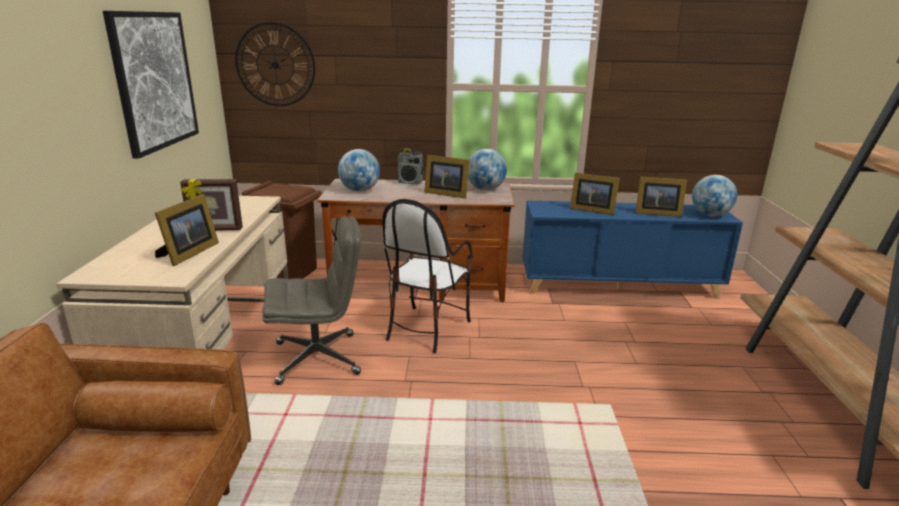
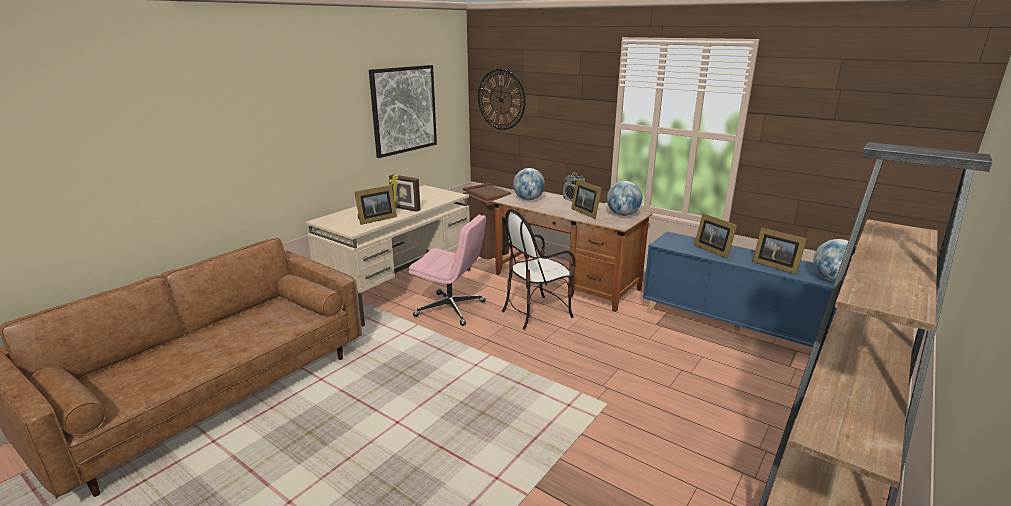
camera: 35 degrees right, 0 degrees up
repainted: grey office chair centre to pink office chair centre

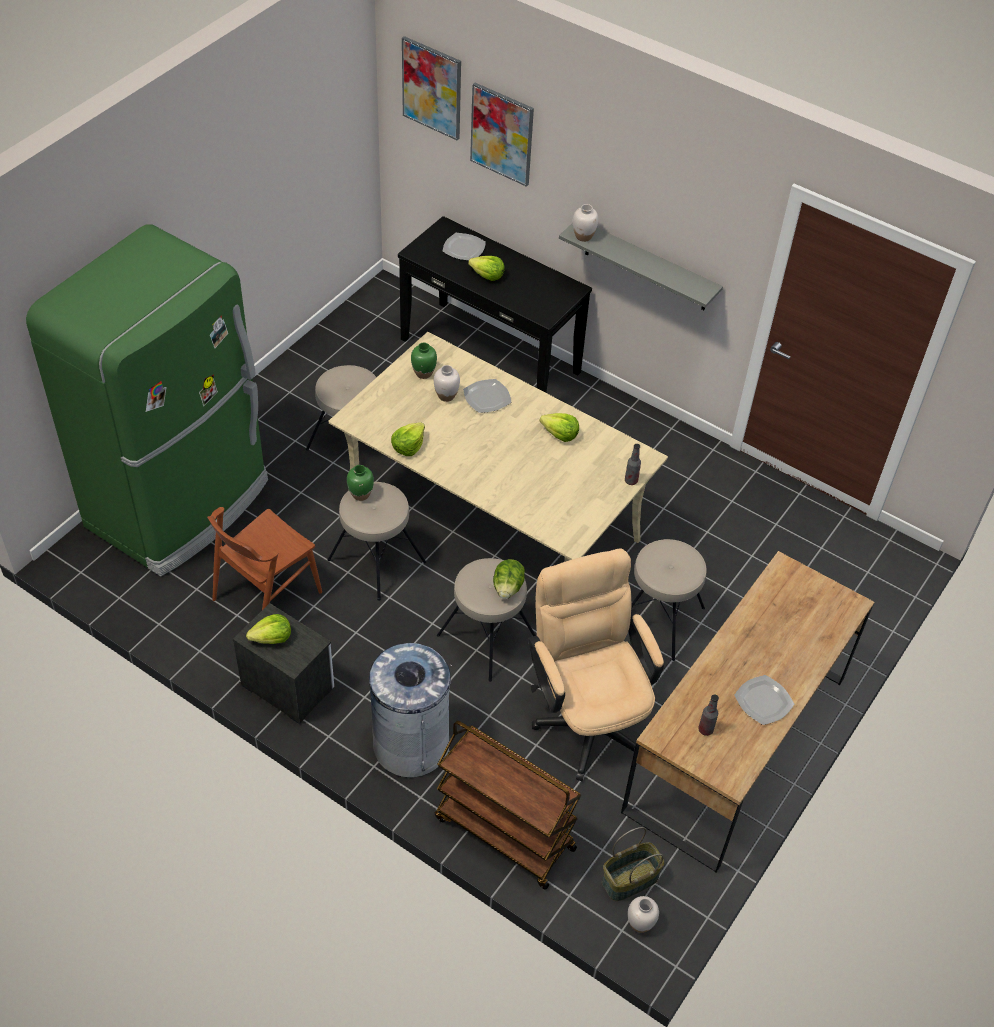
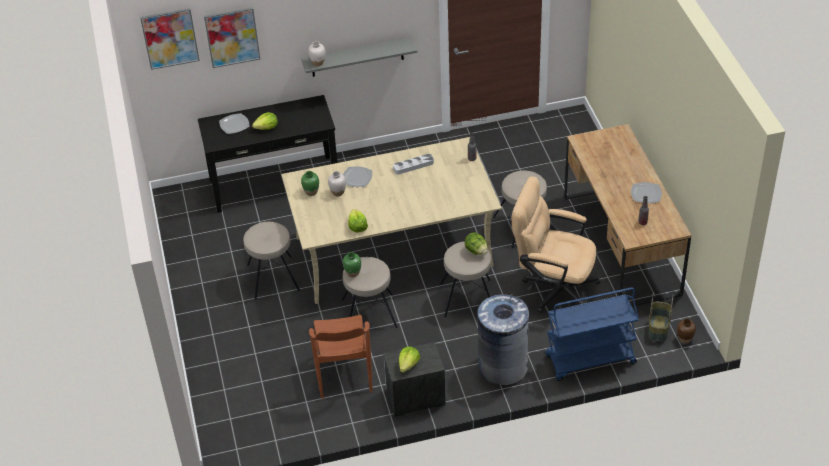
camera: 45 degrees left, 5 degrees down
gone: green fridge middle left
swapped: lettuce (no. 5 from left) centre to grey tray centre
repainted: brown cart bottom centre to blue cart bottom right; white vase (no. 3 from left) bottom centre to brown vase bottom right

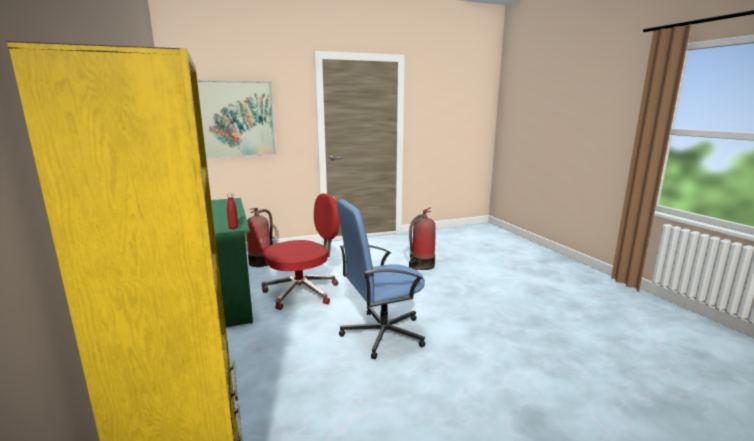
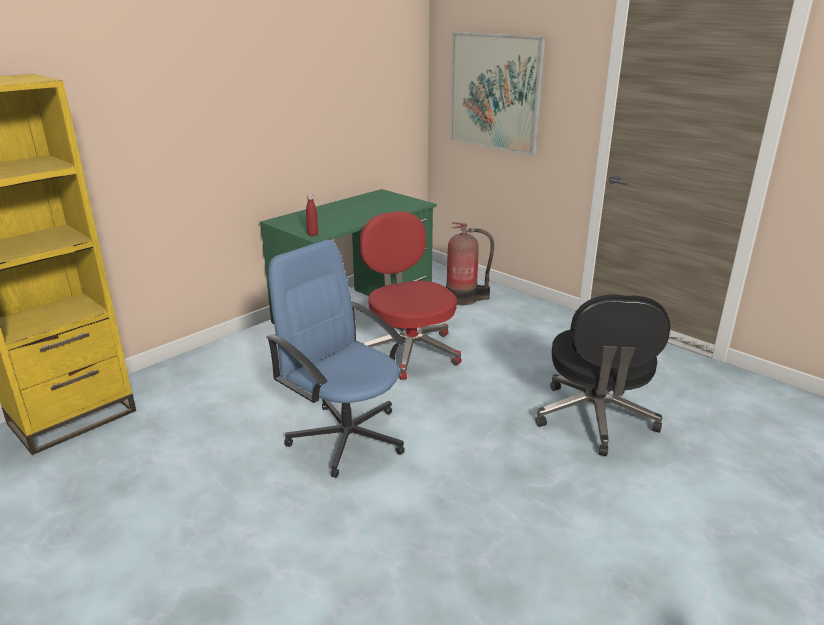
camera: 65 degrees right, 10 degrees up
swapped: fire extinguisher (no. 2 from left) centre to black office chair middle right
rotated: red office chair centre = centre 150 degrees counterclockwise

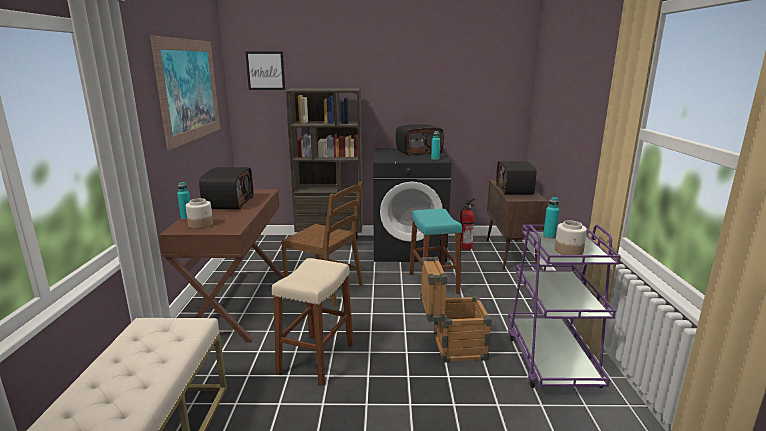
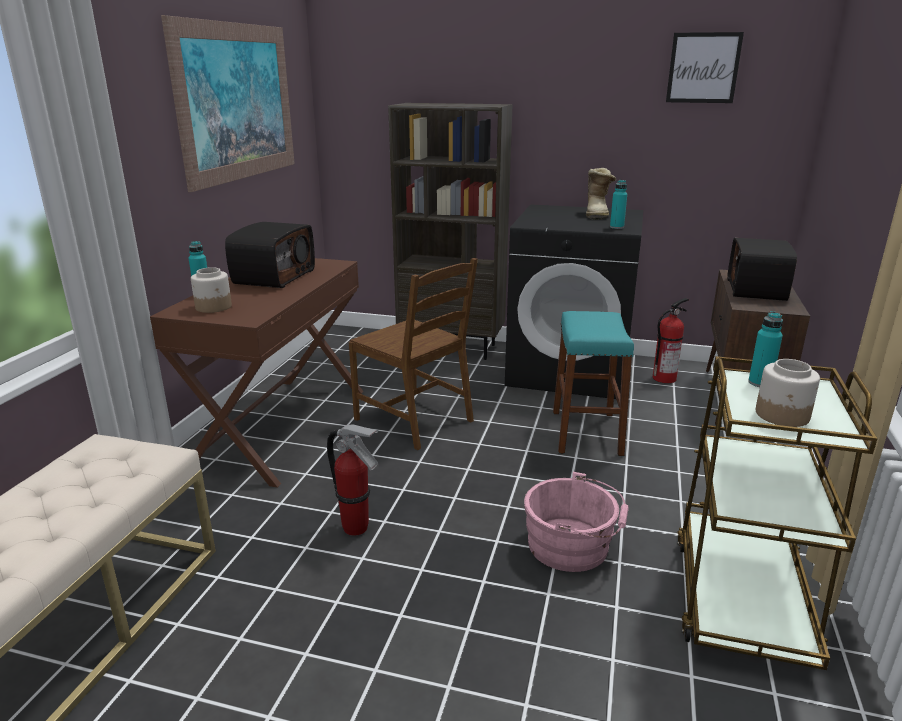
camera: 15 degrees right, 5 degrees up
shifted: picture (no. 2 from left) top centre to top right
swapped: beige stool bottom centre to fire extinguisher (no. 1 from left) centre; radio (no. 2 from left) top centre to boot top centre; crate bottom centre to pink bucket bottom centre
repainted: purple cart bottom right to brown cart bottom right

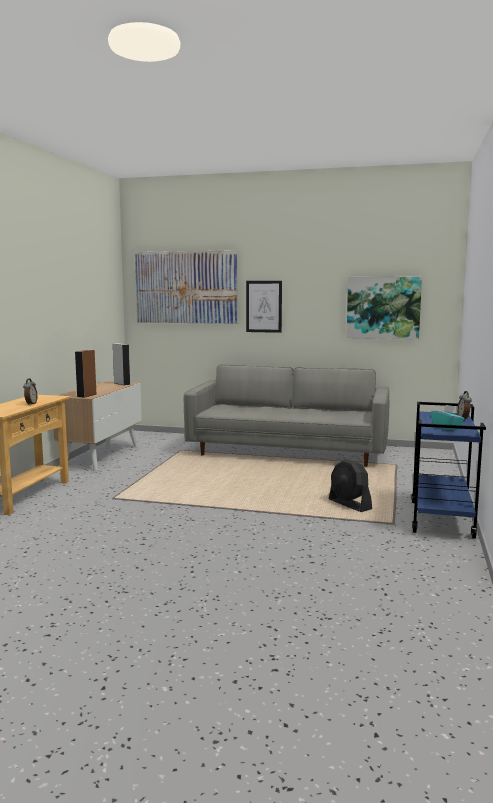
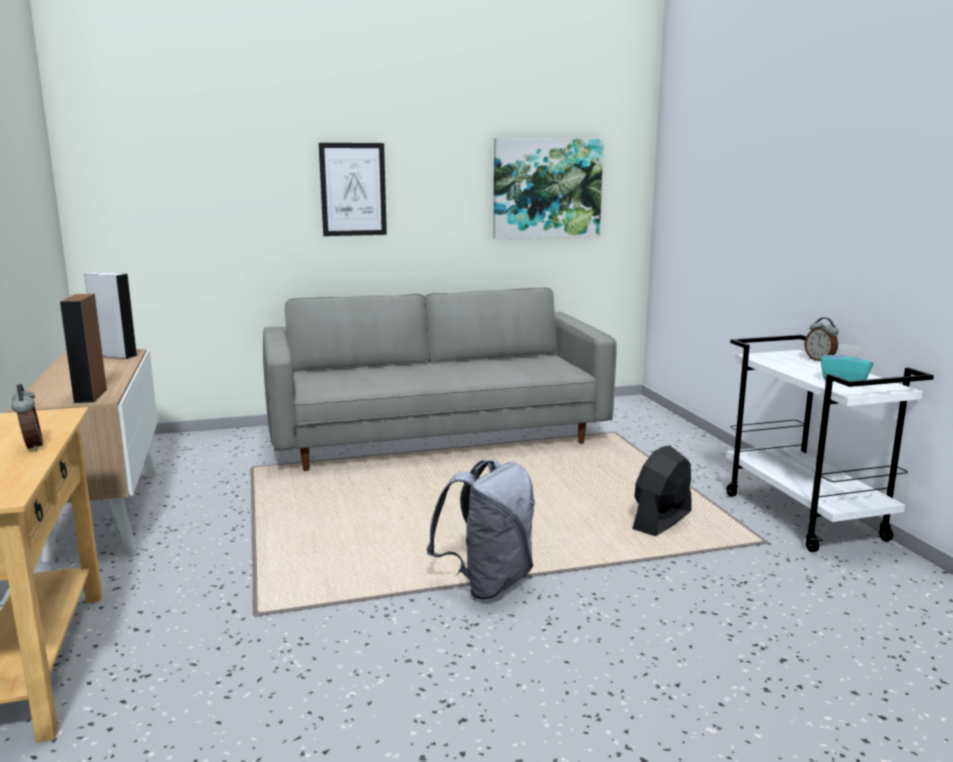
camera: 30 degrees left, 5 degrees up
gone: picture (no. 1 from left) centre
new: grey backpack bottom centre
repainted: blue cart middle right to white cart middle right
rotated: black fan middle right = middle right 105 degrees clockwise

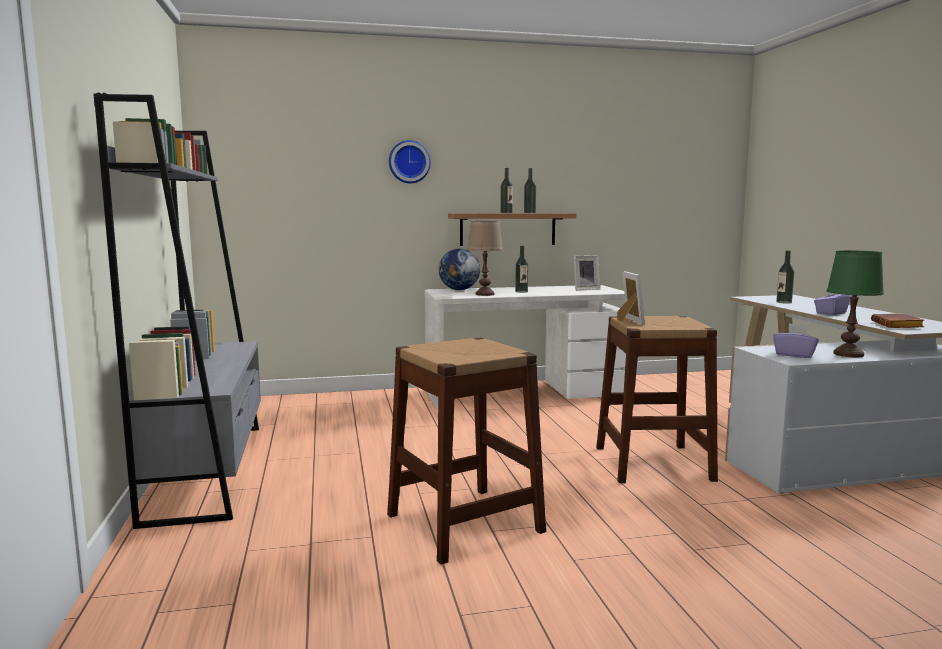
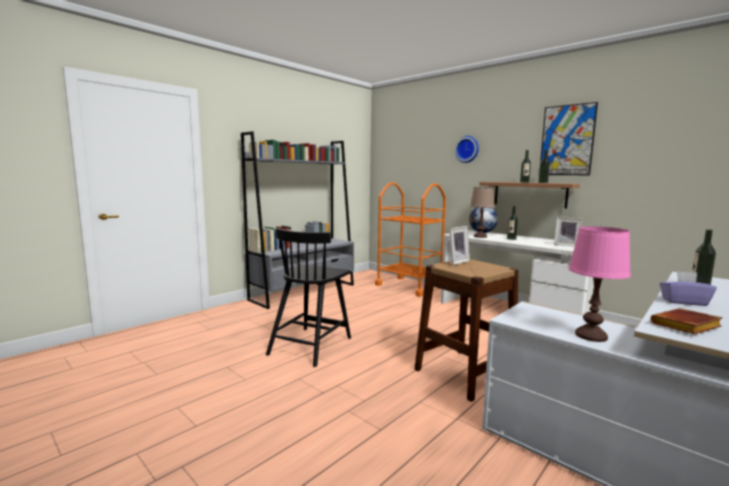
camera: 55 degrees right, 0 degrees up
gone: purple tissue box (no. 1 from left) middle right
new: orange cart centre; picture top right
swapped: brown stool (no. 1 from left) bottom centre to black chair centre
repainted: green table lamp middle right to pink table lamp middle right

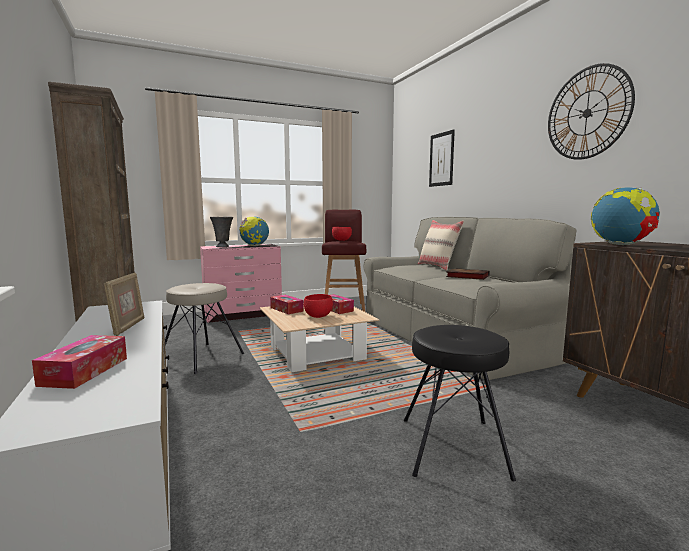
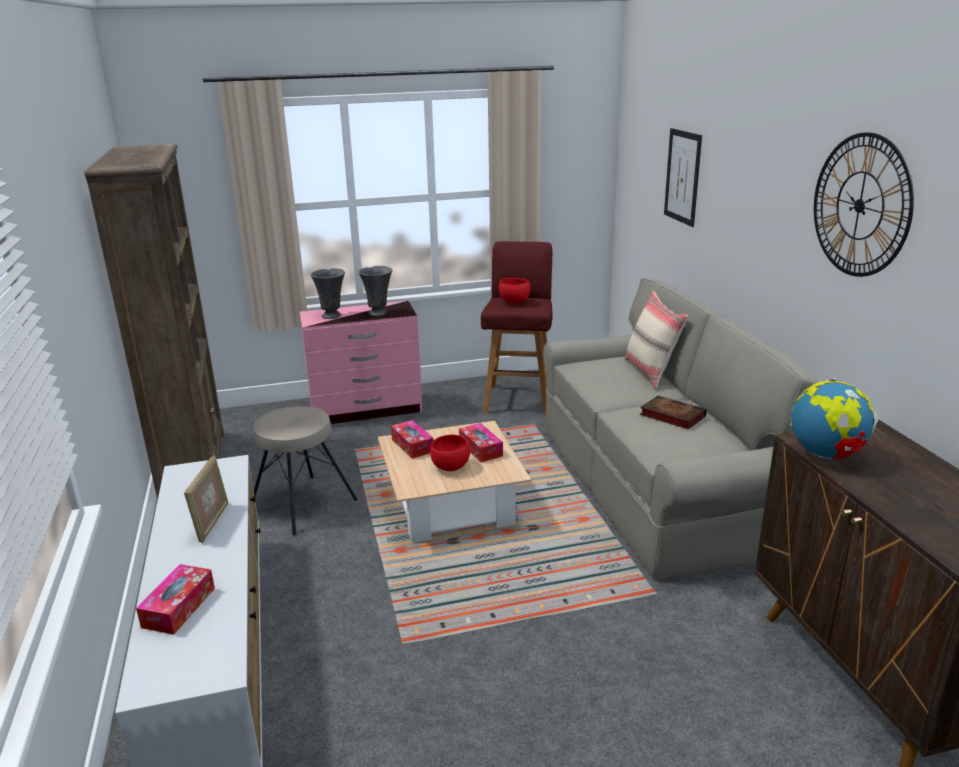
camera: 10 degrees right, 15 degrees up
gone: black stool bottom right
swapped: globe (no. 1 from left) centre to grey vase (no. 2 from left) centre

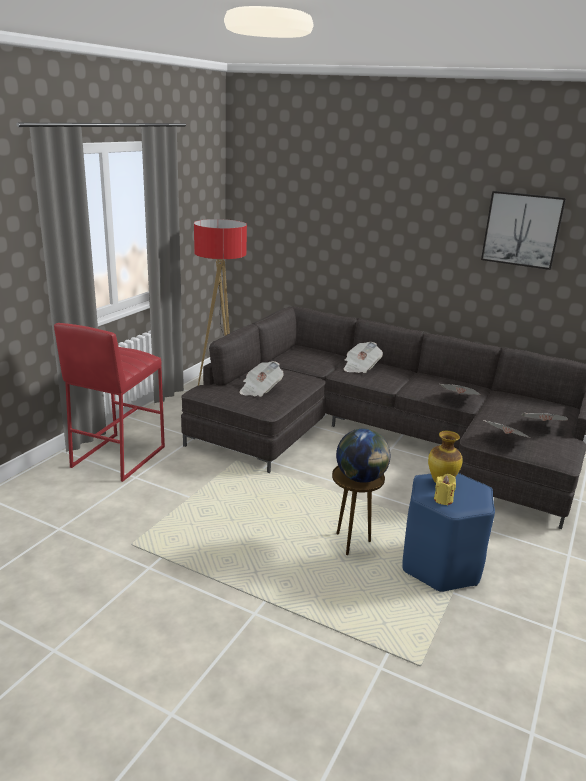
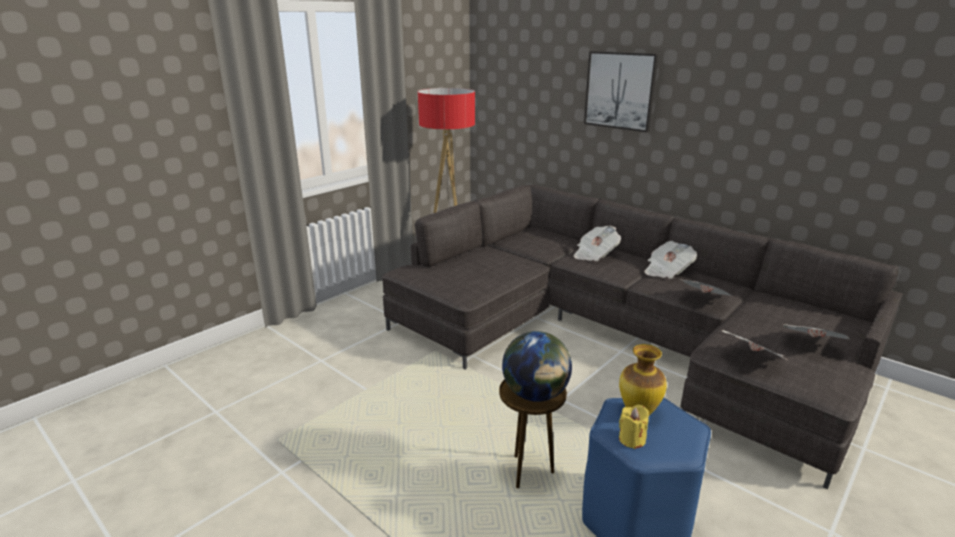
camera: 15 degrees right, 0 degrees up
gone: red stool middle left
shifted: newspaper (no. 1 from left in the first image) centre to newspaper (no. 2 from left) middle right; picture top right to top centre

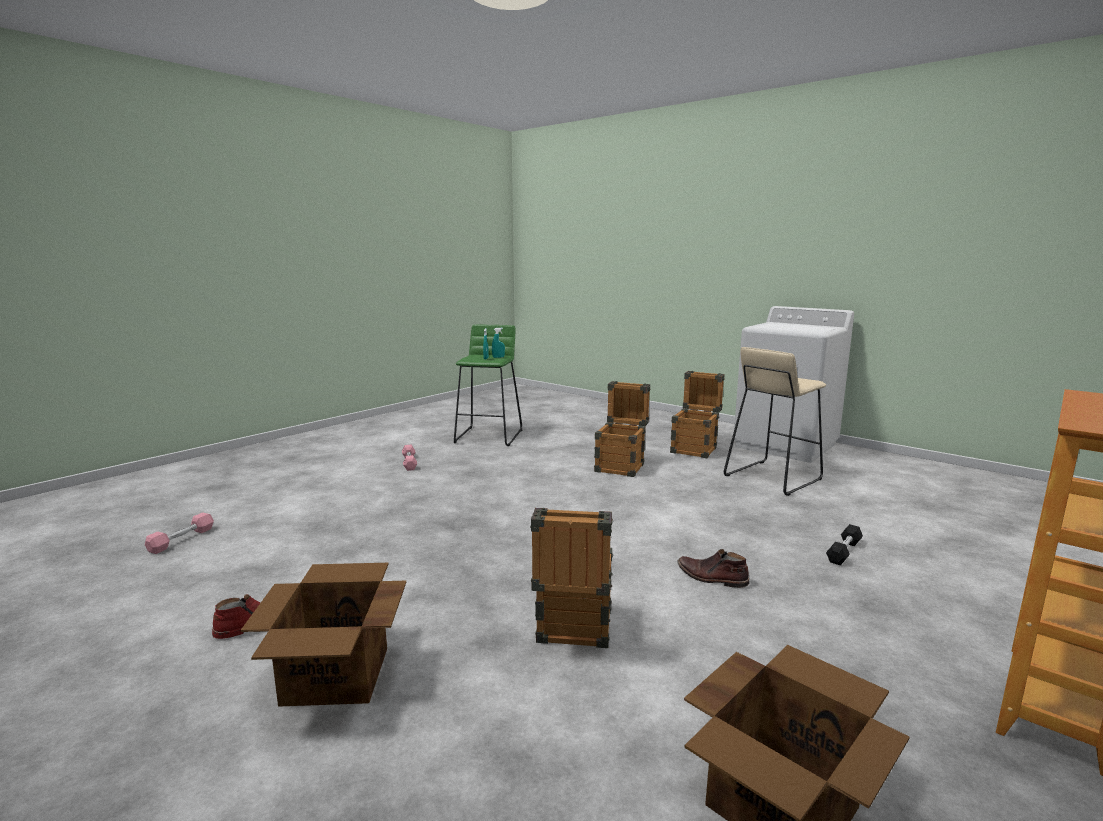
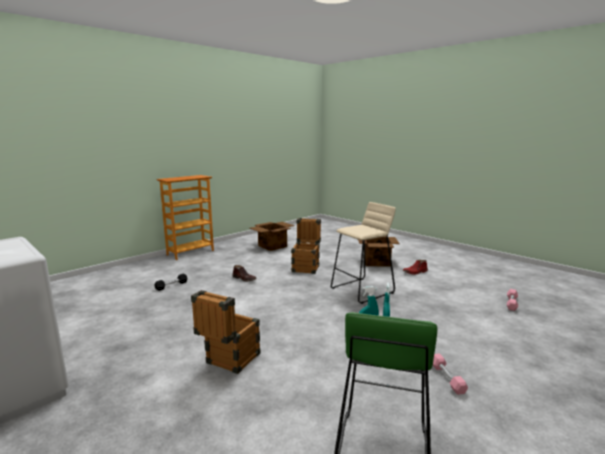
camera: 175 degrees left, 0 degrees up
gone: crate (no. 3 from left) centre
shifted: beige stool middle right to centre

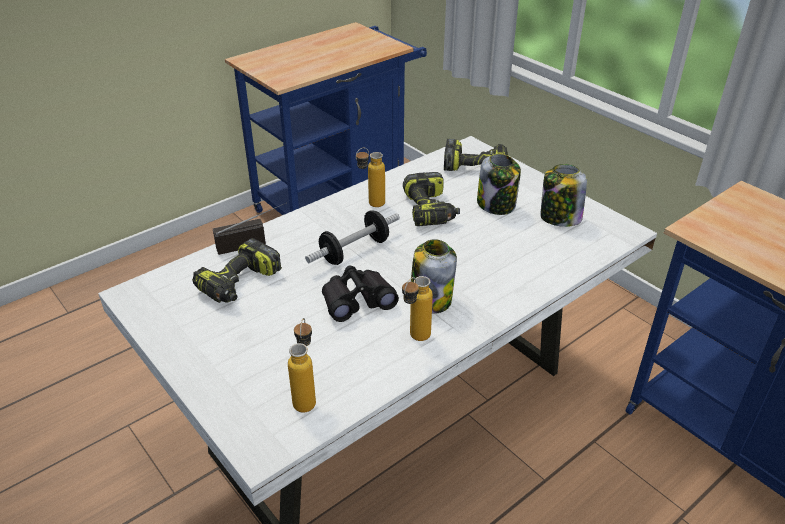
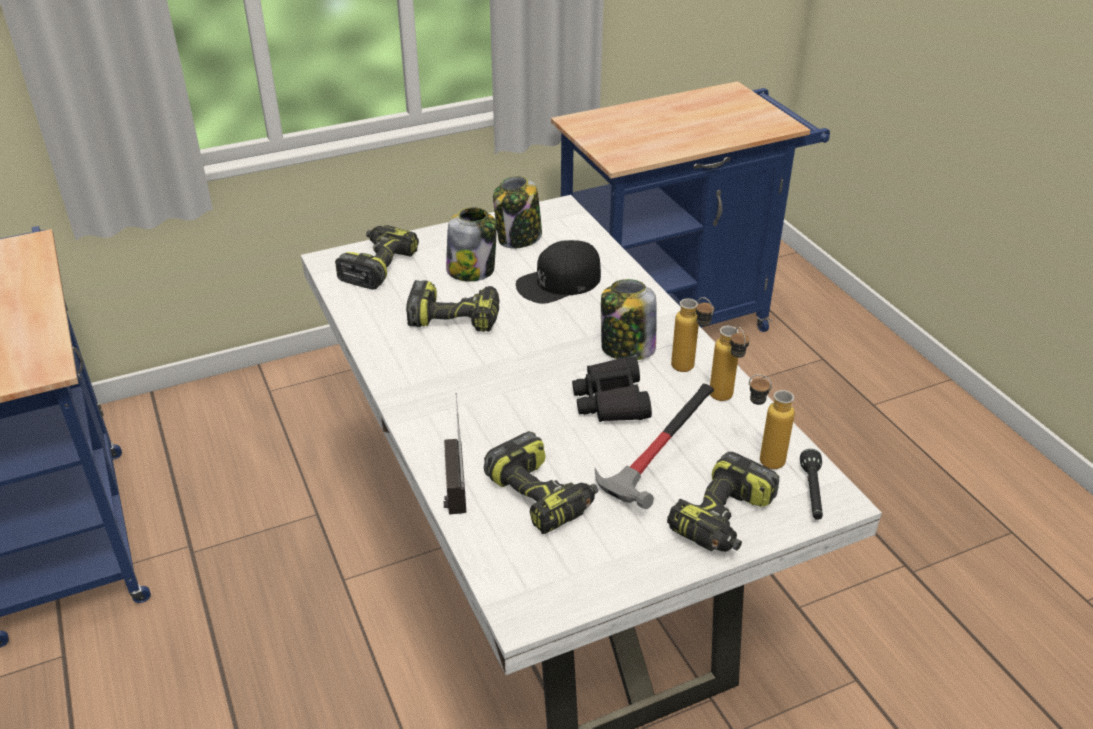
camera: 75 degrees left, 0 degrees up
gone: dumbbell centre
new: black cap centre; hammer centre; power drill (no. 4 from left) bottom centre; black flashlight middle right
shifted: bottle (no. 2 from left) centre to middle right

